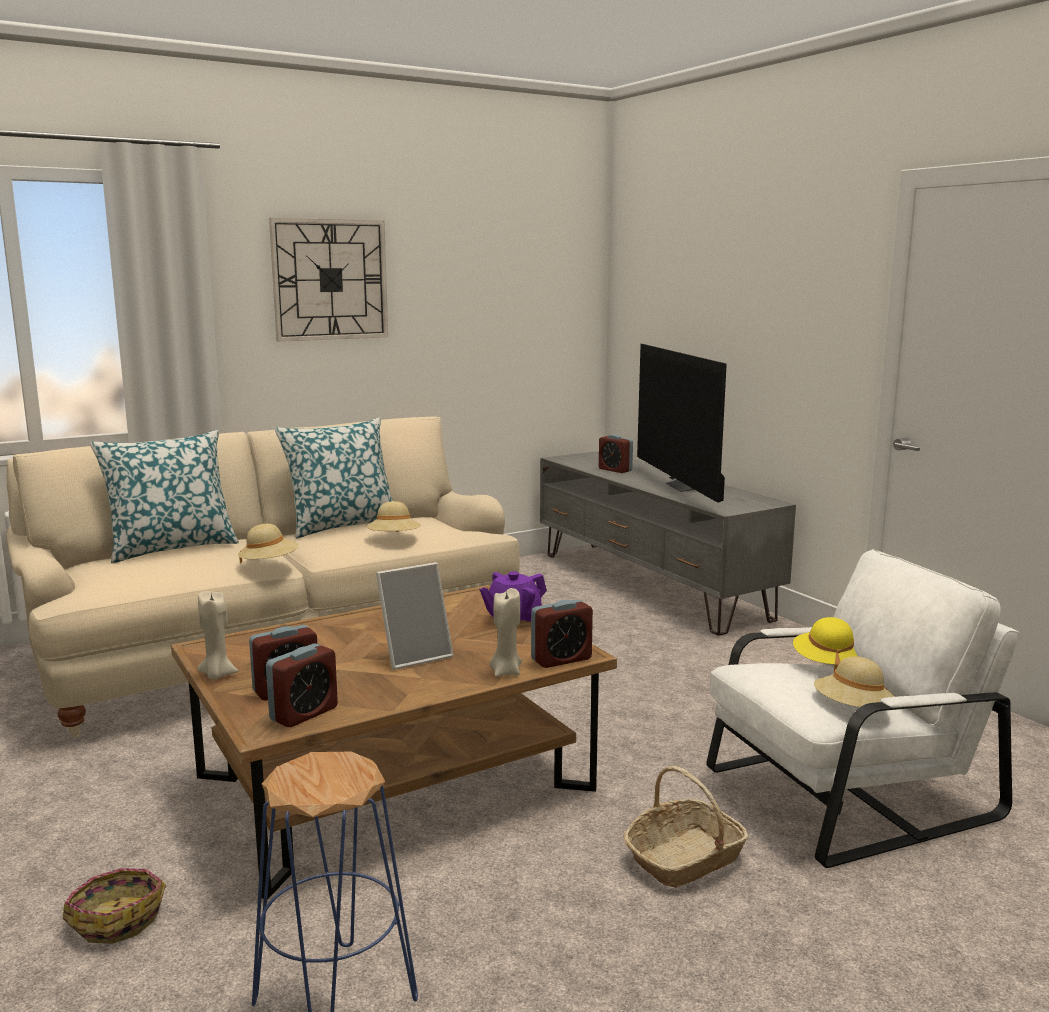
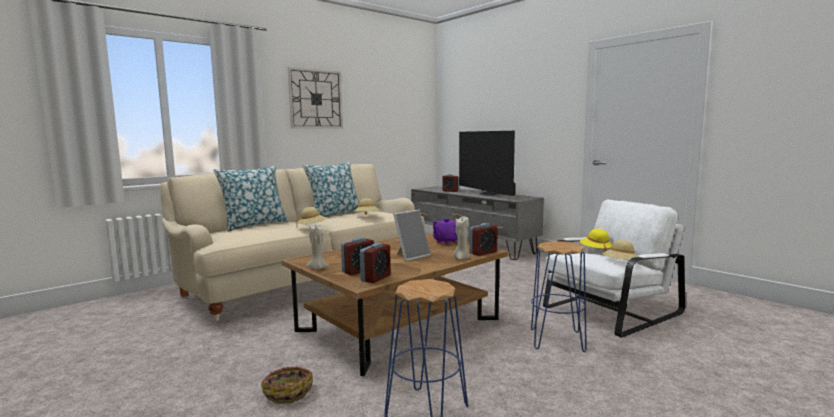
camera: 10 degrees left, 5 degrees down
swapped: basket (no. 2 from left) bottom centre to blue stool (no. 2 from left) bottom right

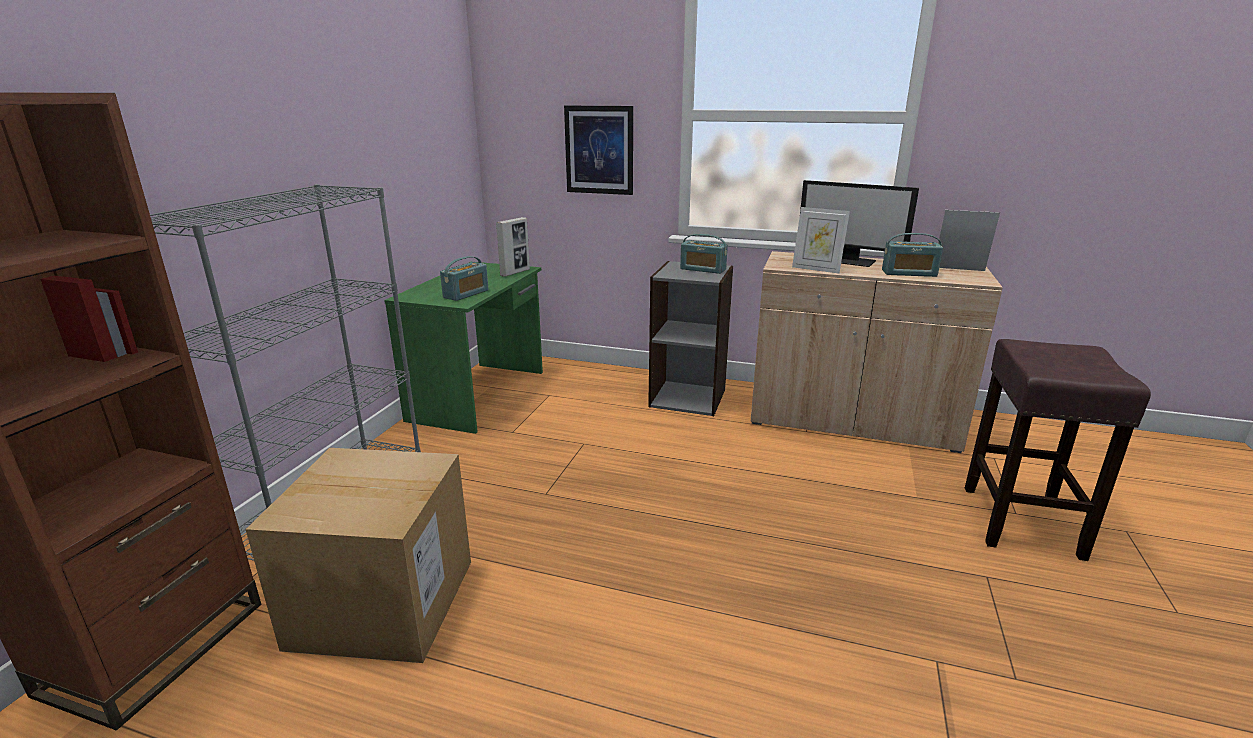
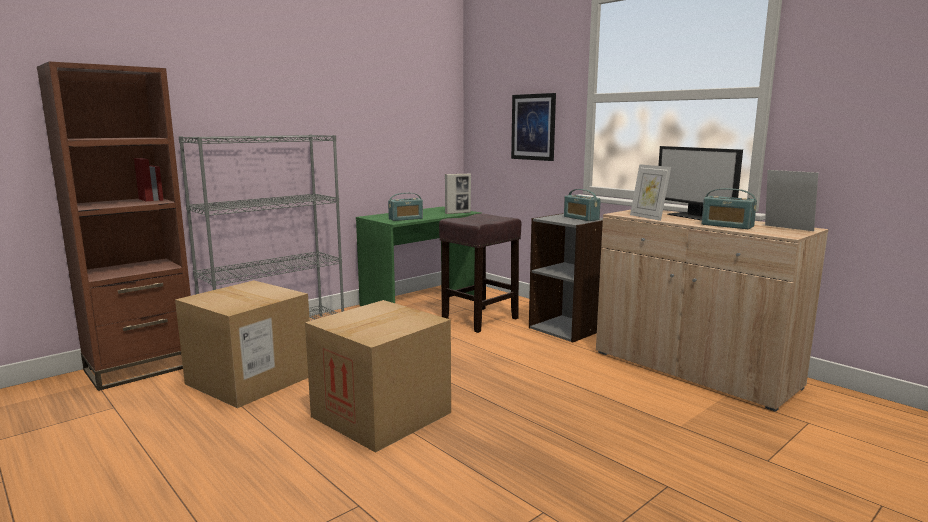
camera: 30 degrees right, 10 degrees down
new: cardboard box (no. 2 from left) bottom centre
shifted: brown stool middle right to centre

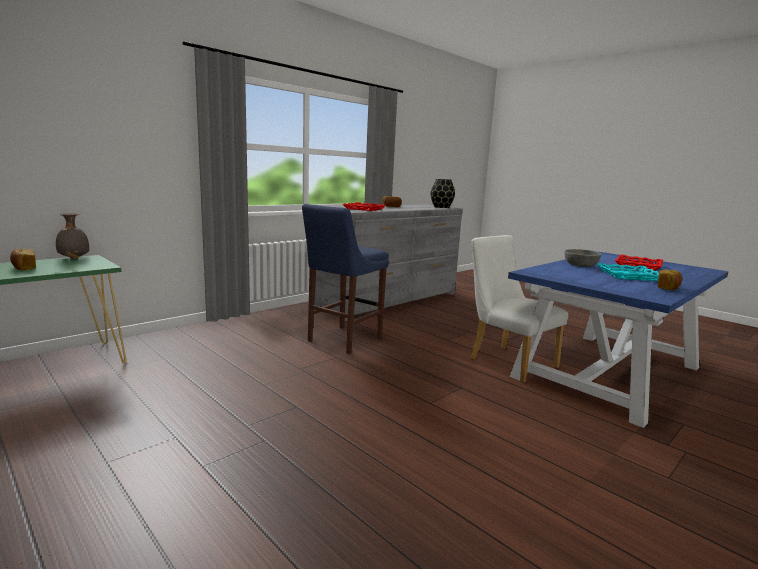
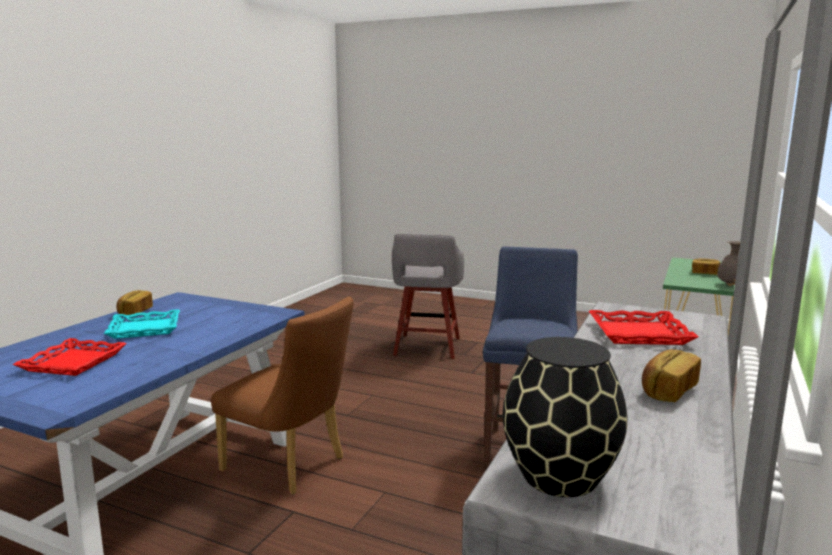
camera: 160 degrees right, 0 degrees up
gone: grey bowl middle right
new: grey stool centre
repainted: white chair middle right to brown chair bottom centre

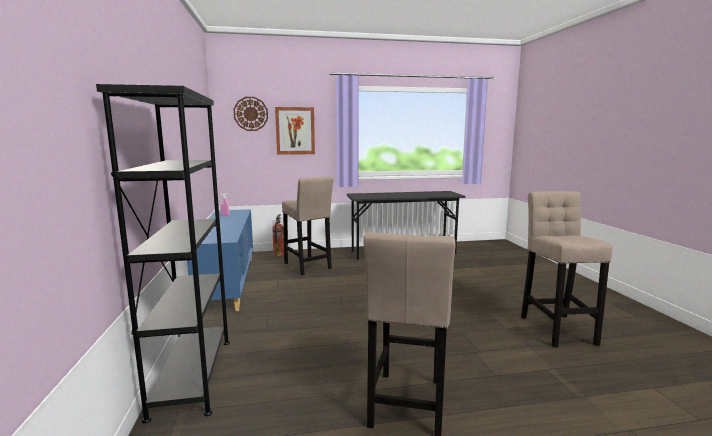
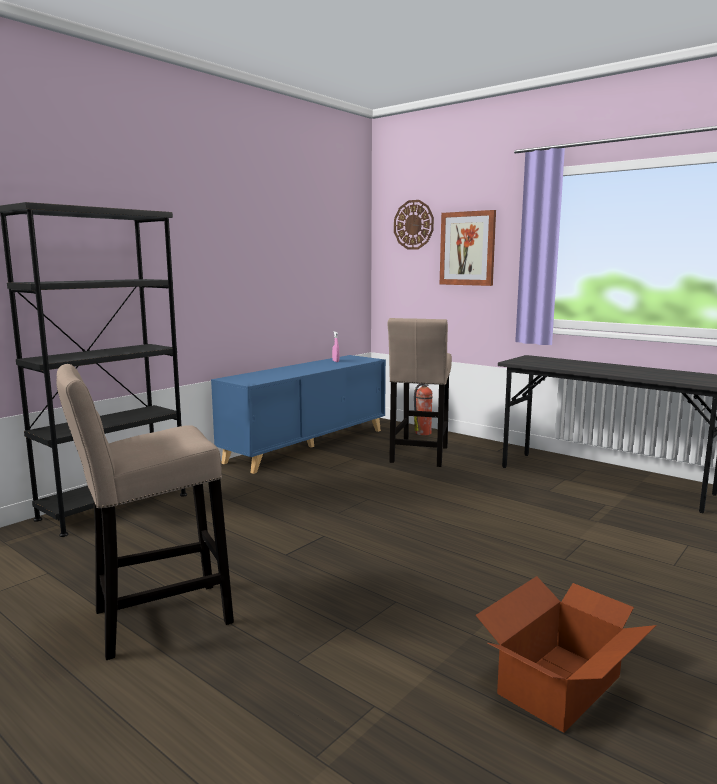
camera: 50 degrees right, 0 degrees up
swapped: beige stool (no. 3 from left) middle right to cardboard box bottom right

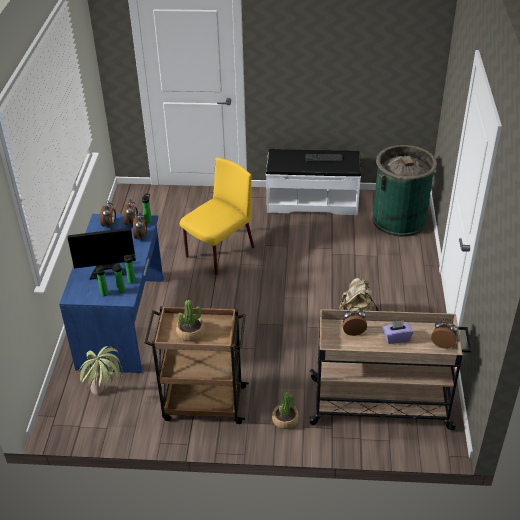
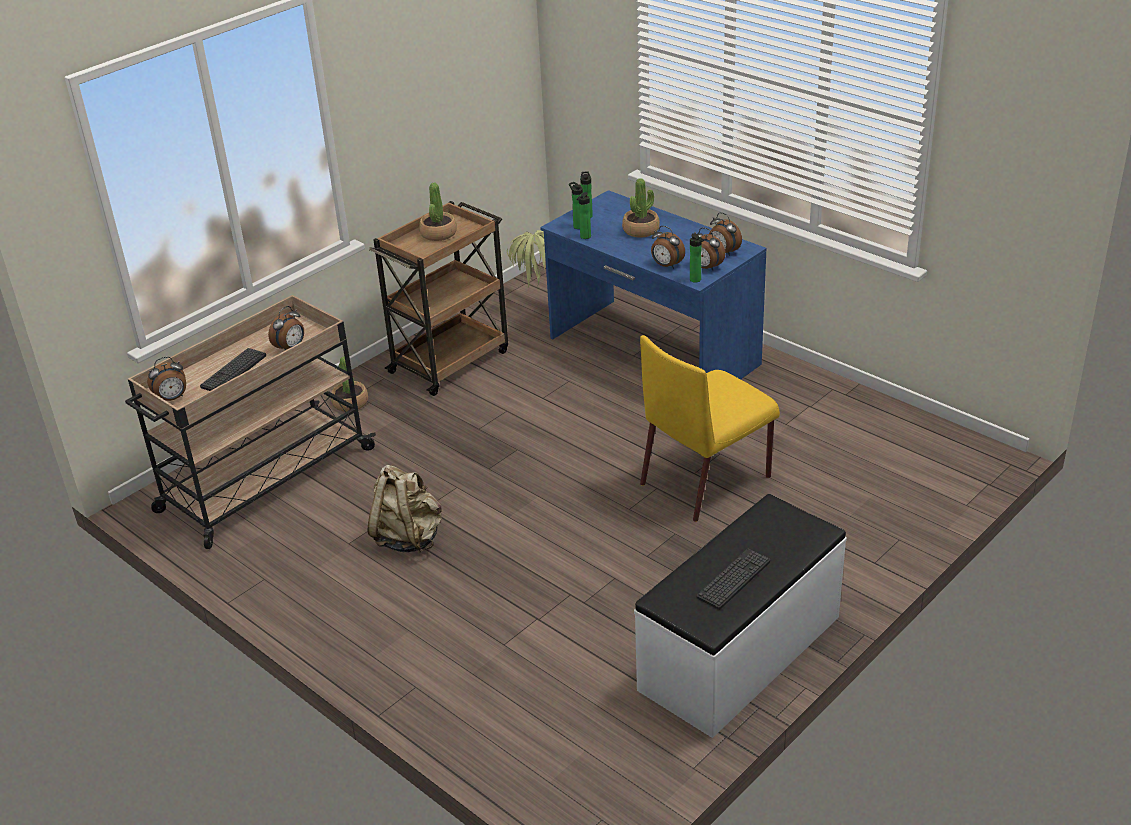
camera: 130 degrees right, 5 degrees down
gone: green trash can middle right
swapped: monitor middle left to potted plant (no. 4 from left) top centre; purple tissue box middle right to keyboard (no. 1 from left) middle left
rotated: yellow chair centre = centre 60 degrees clockwise

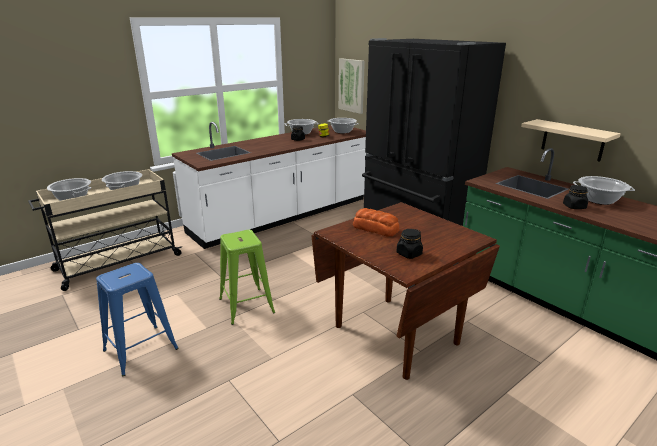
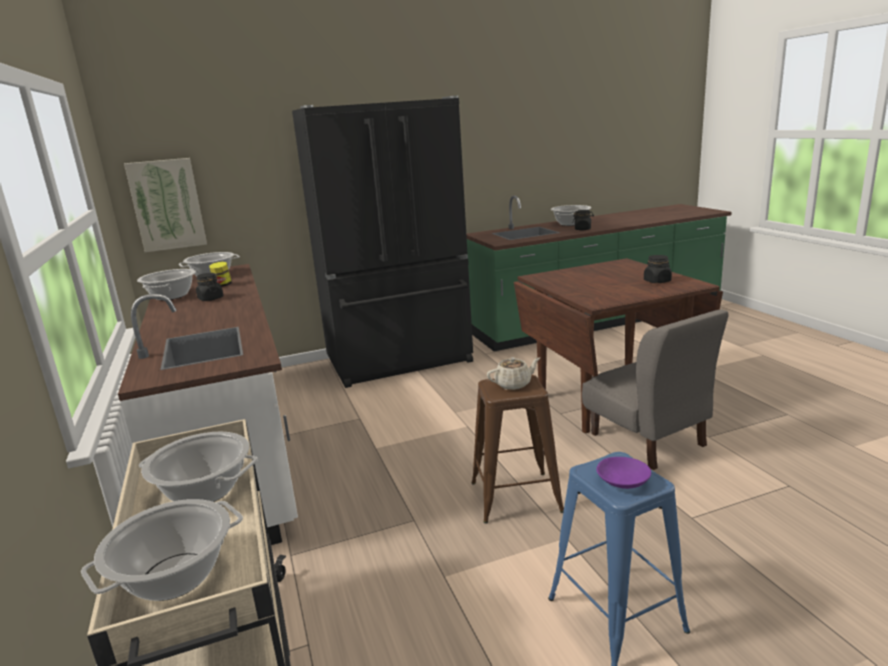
camera: 70 degrees left, 5 degrees down
gone: bread centre; beige shelf top right
new: beige teapot centre; grey chair middle right; purple bowl bottom right
repainted: green stool centre to brown stool bottom centre

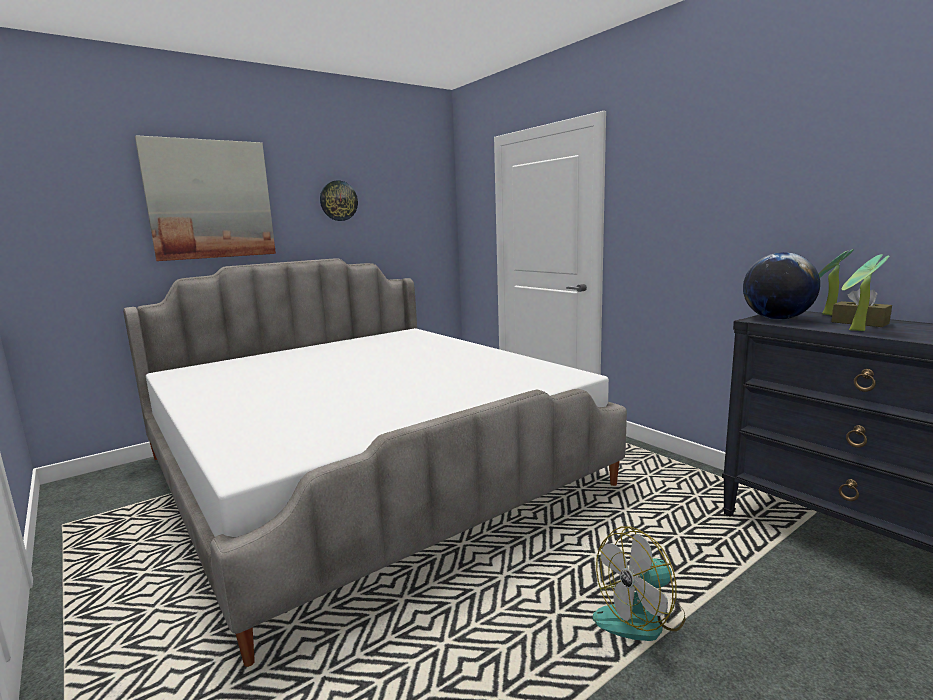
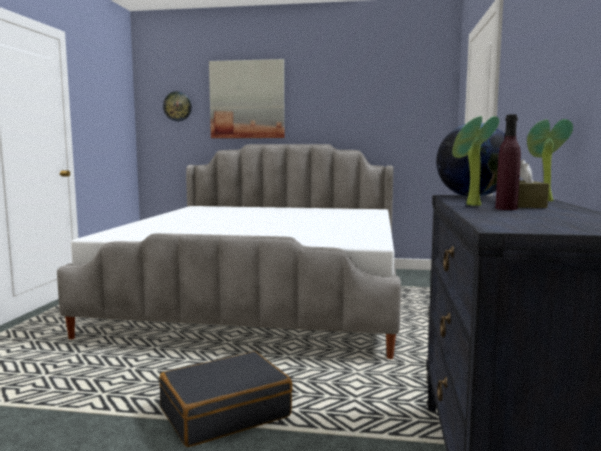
camera: 45 degrees right, 5 degrees down
new: purple bottle middle right
shifted: wall clock top centre to top left
swapped: fan bottom right to black suitcase bottom centre

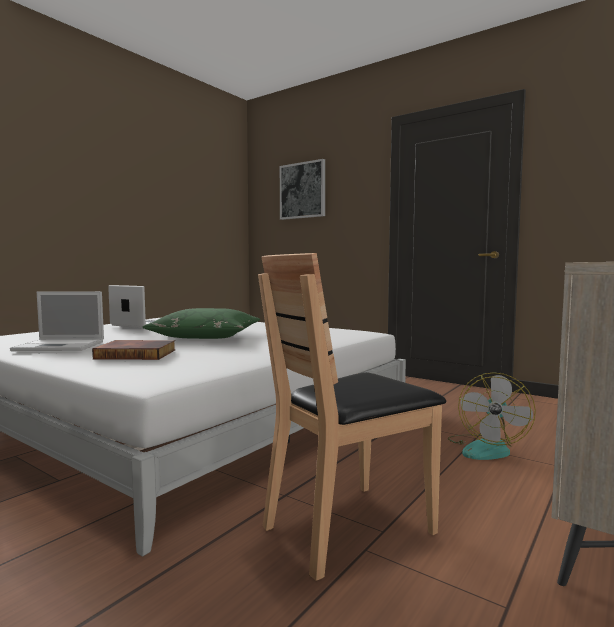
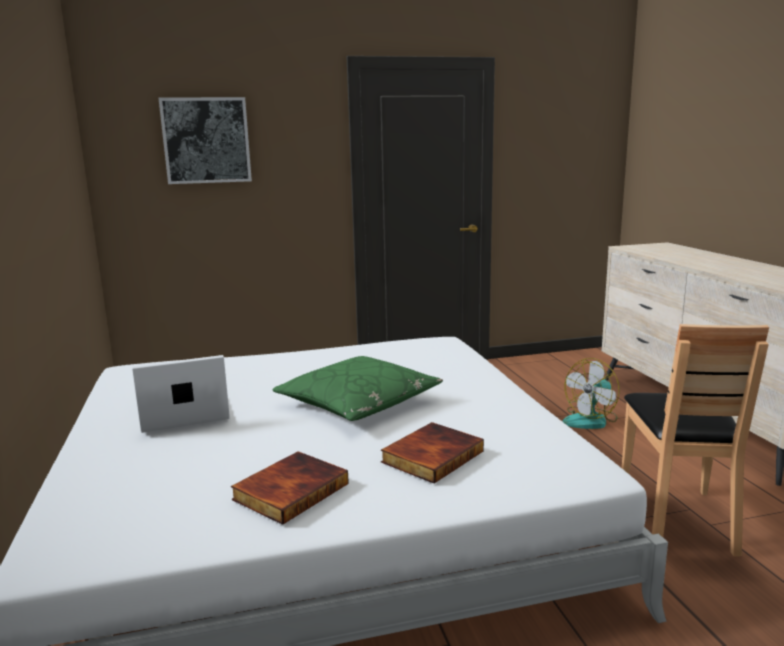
camera: 50 degrees left, 10 degrees up
swapped: laptop (no. 1 from left) middle left to book (no. 1 from left) bottom centre
rotated: fan middle right = middle right 75 degrees clockwise

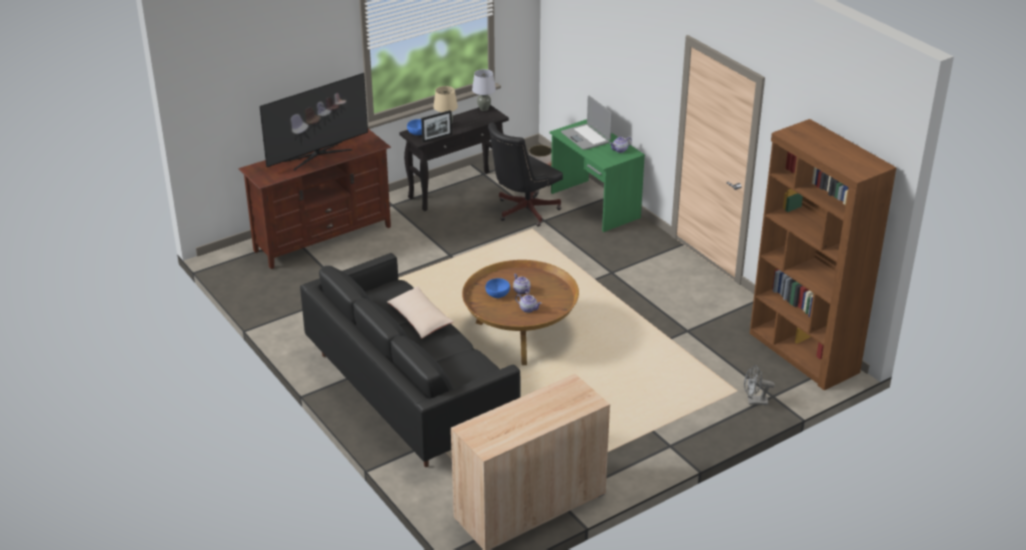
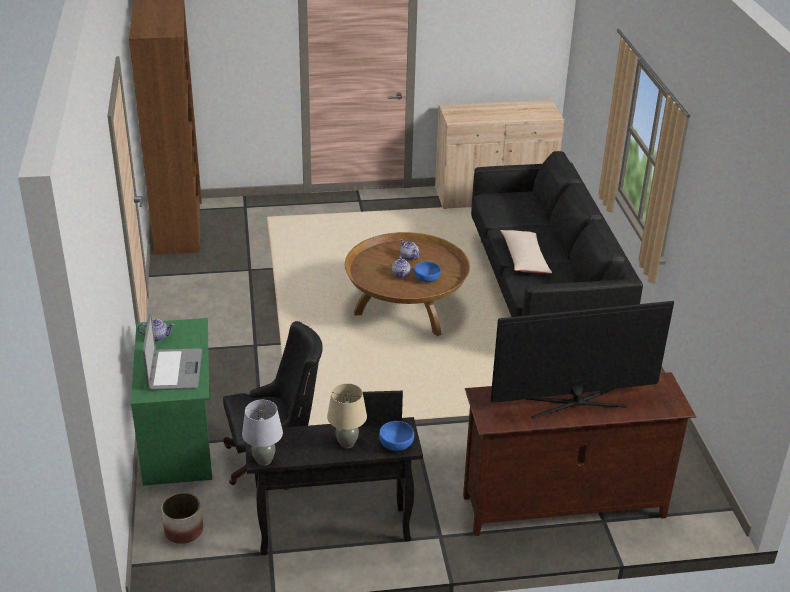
camera: 155 degrees left, 0 degrees up
gone: grey fan bottom right

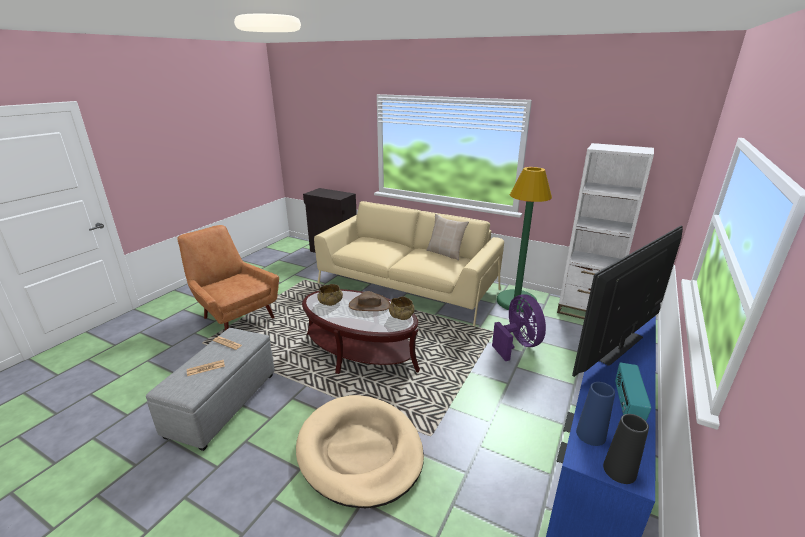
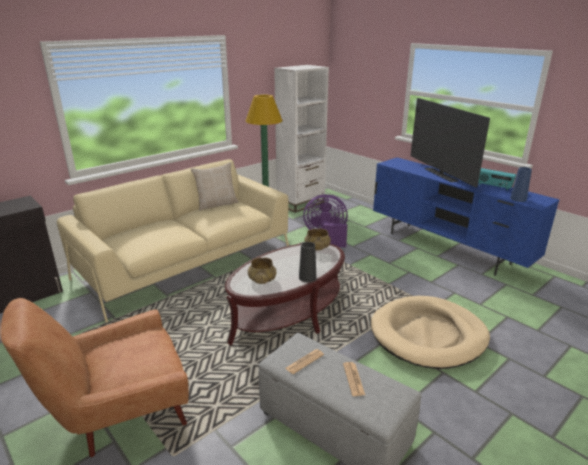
camera: 70 degrees left, 0 degrees up
gone: brown hat centre
shifted: black vase bottom right to centre

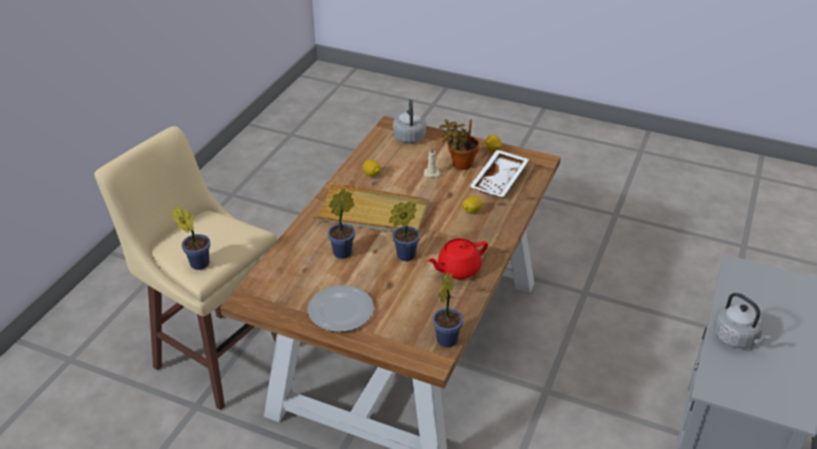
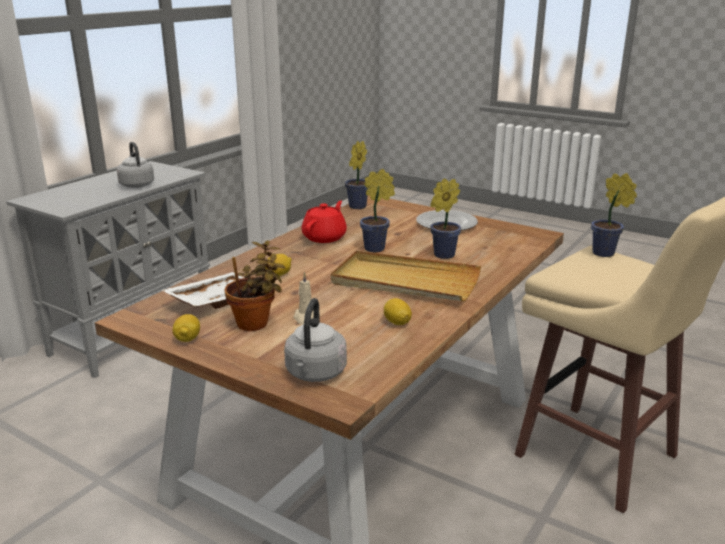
camera: 170 degrees left, 15 degrees down
rotated: red teapot centre = centre 45 degrees counterclockwise

